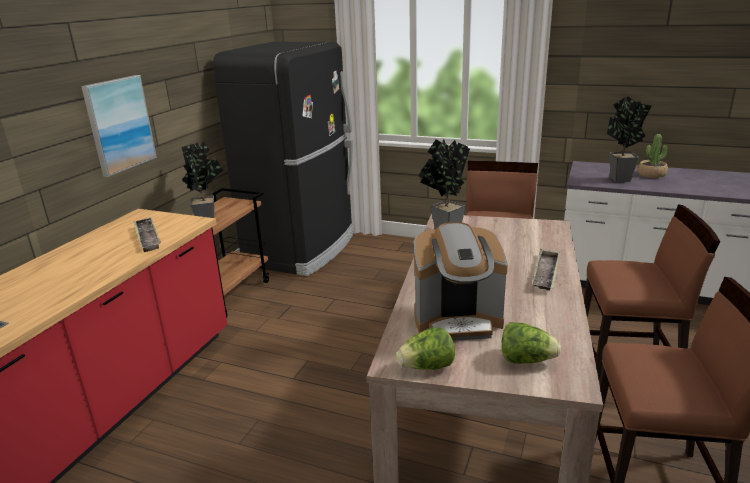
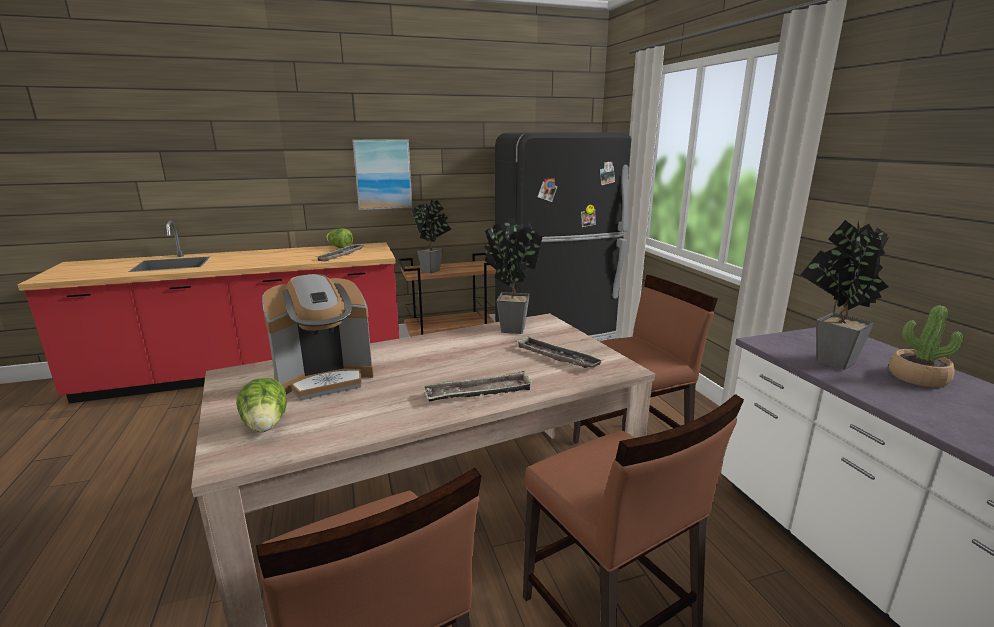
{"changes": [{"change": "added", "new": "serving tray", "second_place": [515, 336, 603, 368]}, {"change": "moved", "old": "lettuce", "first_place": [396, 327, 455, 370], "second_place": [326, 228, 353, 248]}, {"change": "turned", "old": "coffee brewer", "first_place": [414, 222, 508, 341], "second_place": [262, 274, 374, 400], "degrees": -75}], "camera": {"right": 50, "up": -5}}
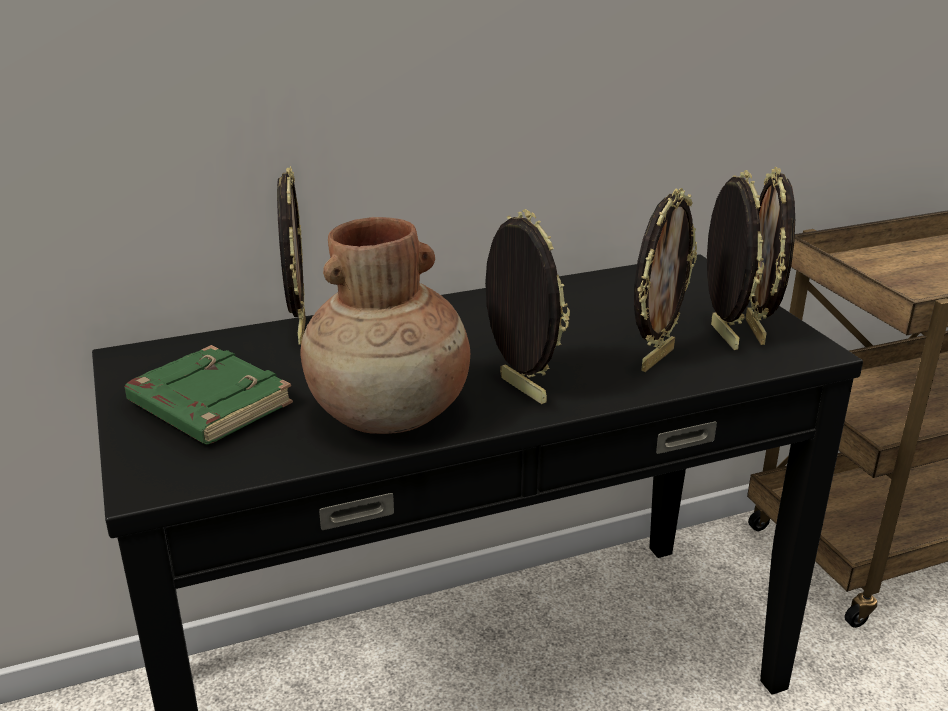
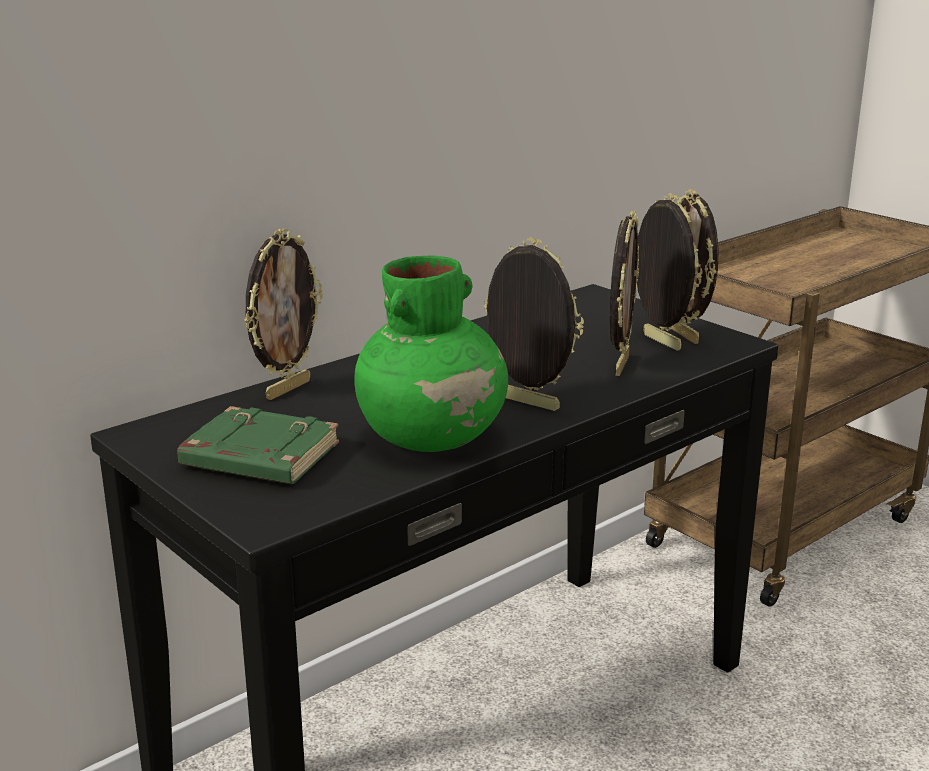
{"changes": [{"change": "recoloured", "old": "decorative vase (brown)", "new": "decorative vase (green)", "first_place": [300, 217, 470, 434], "second_place": [354, 256, 508, 452]}, {"change": "turned", "old": "picture frame", "first_place": [277, 166, 306, 345], "second_place": [244, 228, 323, 400], "degrees": 60}], "camera": {"right": -20, "up": -5}}
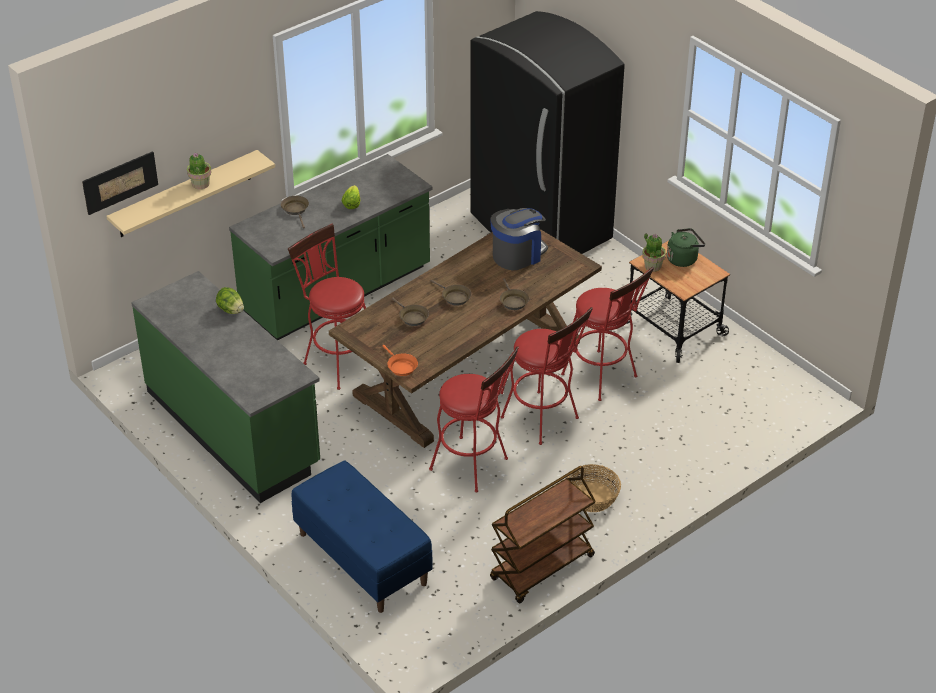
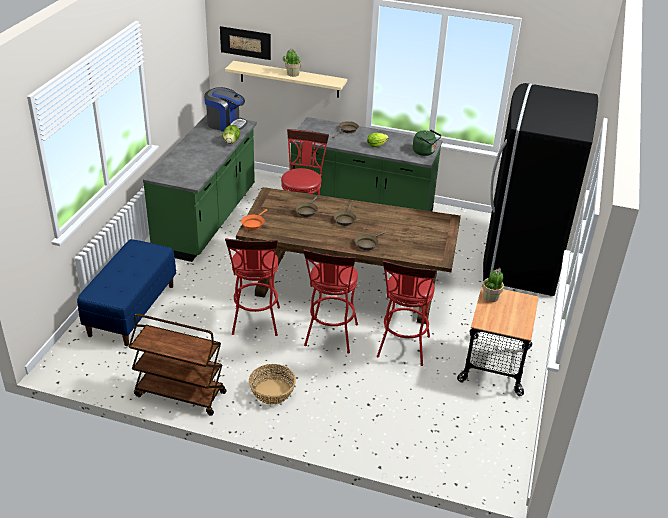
{"changes": [{"change": "moved", "old": "coffee brewer", "first_place": [490, 208, 548, 270], "second_place": [204, 87, 248, 132]}, {"change": "moved", "old": "tea kettle (green)", "first_place": [667, 228, 705, 267], "second_place": [413, 129, 441, 156]}], "camera": {"right": 55, "up": -5}}
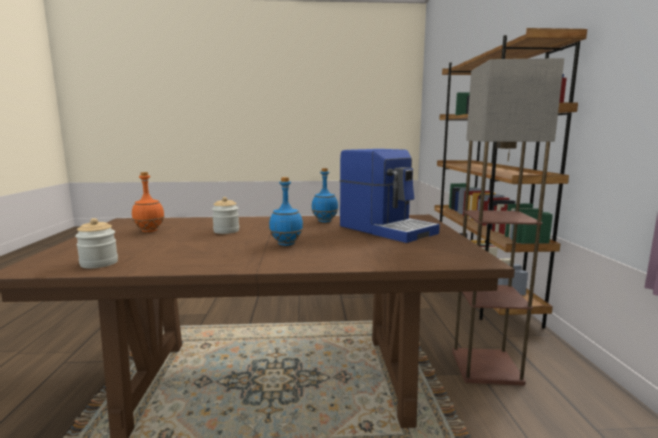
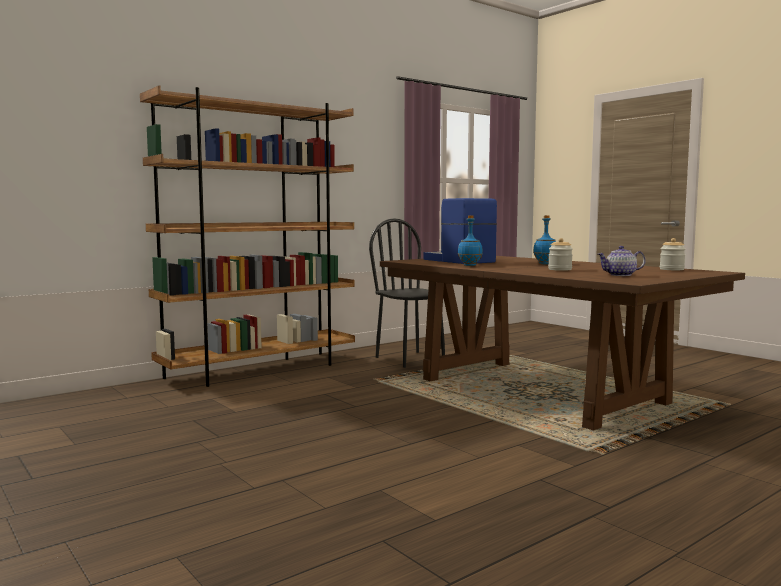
{"changes": [{"change": "replaced", "old": "beverage bottle (orange)", "new": "pot for tea", "first_place": [132, 172, 165, 232], "second_place": [598, 246, 646, 276]}, {"change": "replaced", "old": "standing lamp", "new": "upright chair (black)", "first_place": [452, 58, 564, 386], "second_place": [369, 218, 445, 368]}, {"change": "turned", "old": "coffee brewer", "first_place": [340, 149, 440, 243], "second_place": [424, 198, 497, 264], "degrees": -45}], "camera": {"right": -125, "up": -5}}
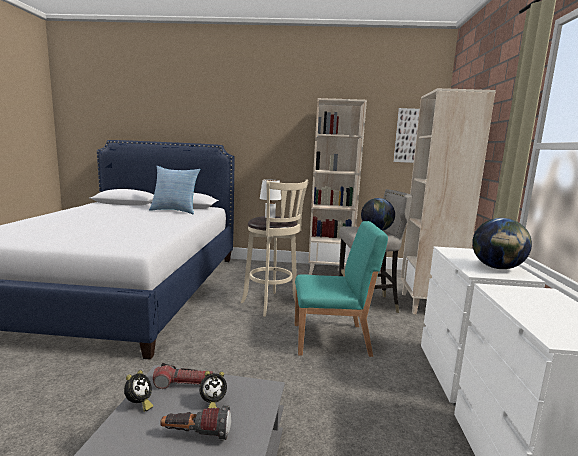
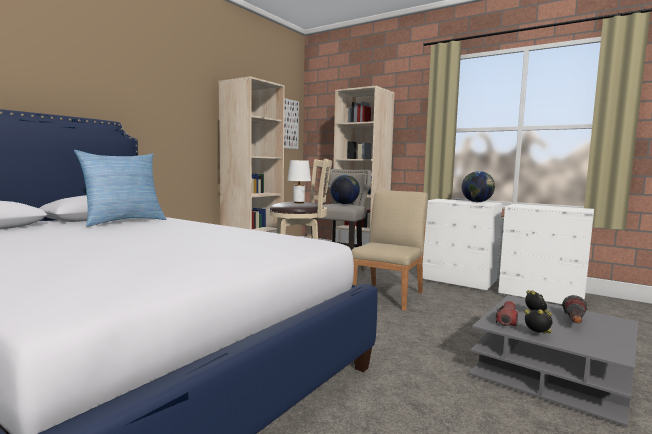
{"changes": [{"change": "recoloured", "old": "upright chair (blue-green)", "new": "upright chair (beige)", "first_place": [295, 221, 388, 357], "second_place": [351, 190, 428, 311]}], "camera": {"right": -60, "up": -5}}
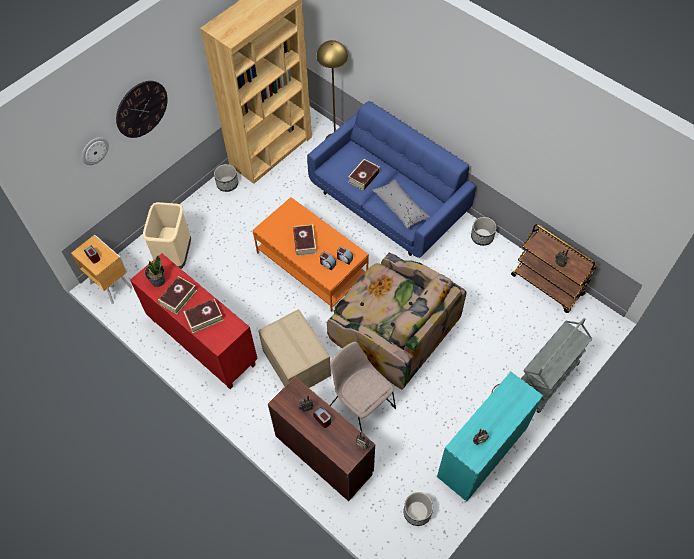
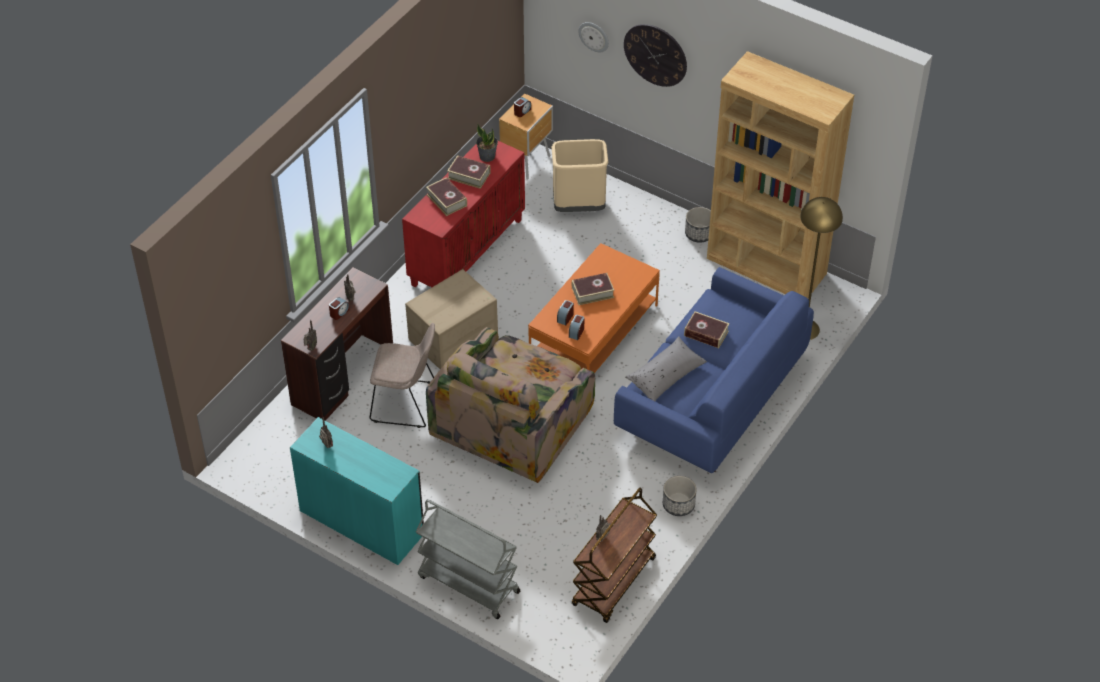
{"changes": [{"change": "removed", "old": "plant pot", "first_place": [403, 492, 433, 526]}, {"change": "turned", "old": "upright chair (beige)", "first_place": [330, 342, 396, 432], "second_place": [369, 323, 435, 428], "degrees": 60}], "camera": {"right": 80, "up": -10}}
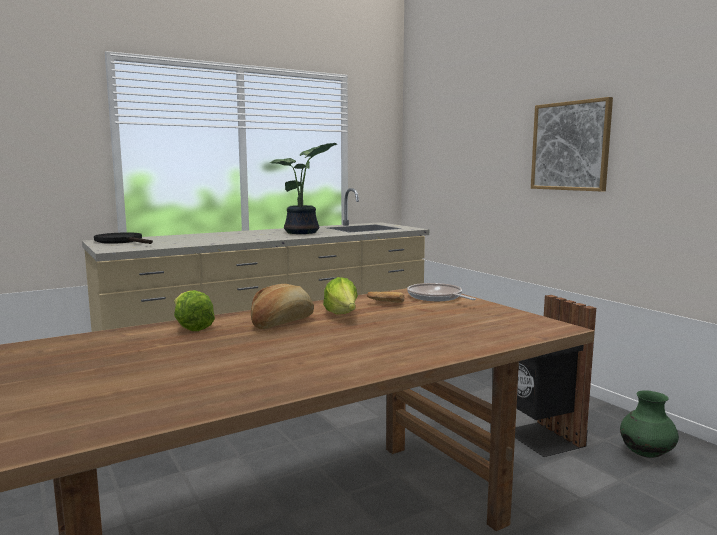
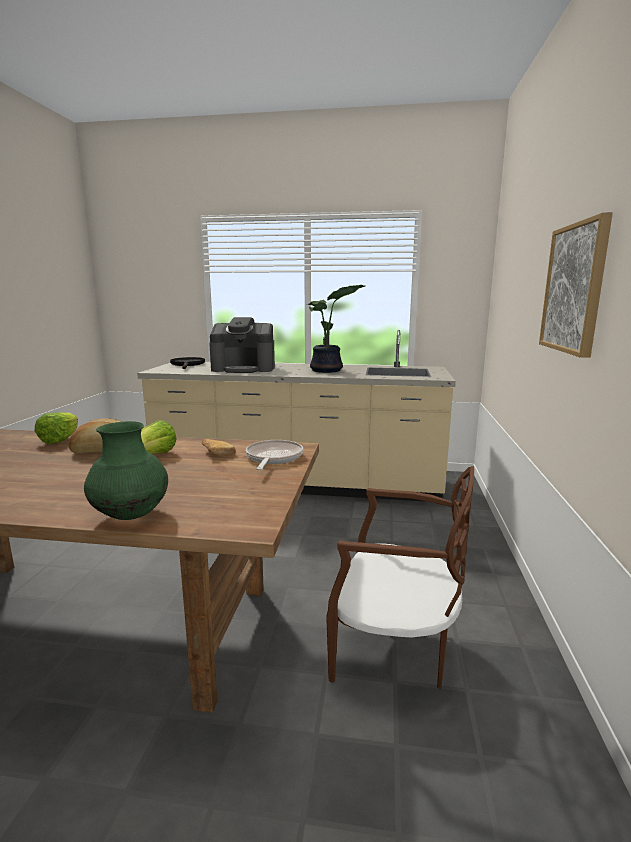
{"changes": [{"change": "added", "new": "coffee brewer", "second_place": [209, 317, 275, 373]}, {"change": "moved", "old": "decorative vase (green)", "first_place": [620, 390, 679, 458], "second_place": [84, 421, 168, 520]}, {"change": "replaced", "old": "trash can (black)", "new": "upright chair (brown)", "first_place": [515, 295, 596, 457], "second_place": [326, 466, 474, 689]}], "camera": {"right": 40, "up": 5}}
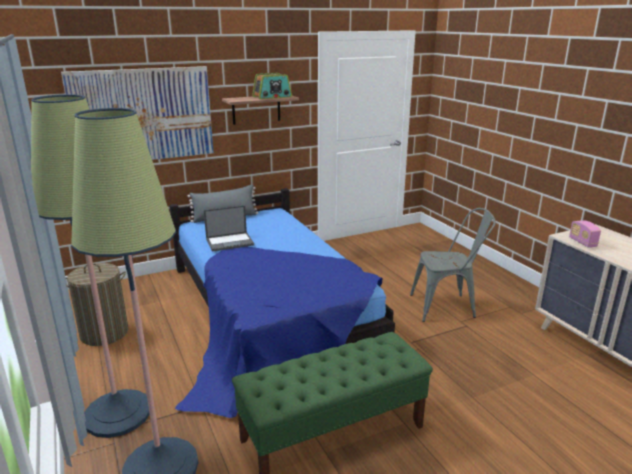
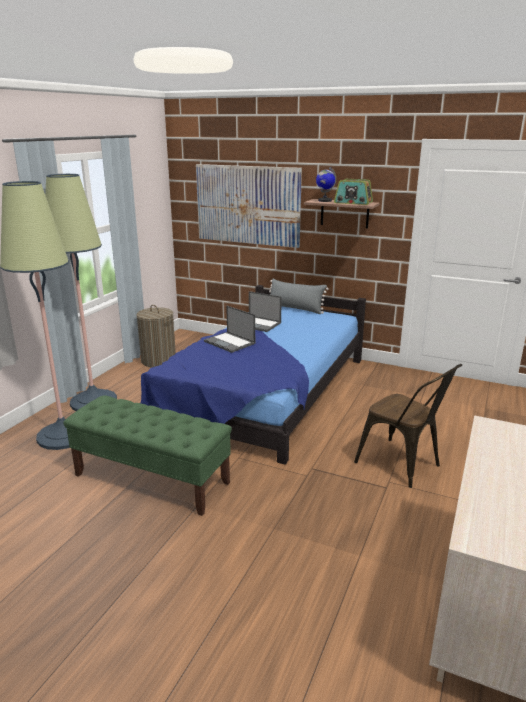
{"changes": [{"change": "removed", "old": "radio", "first_place": [569, 220, 601, 248]}, {"change": "added", "new": "laptop", "second_place": [204, 306, 255, 353]}, {"change": "added", "new": "globe", "second_place": [316, 167, 336, 202]}, {"change": "recoloured", "old": "upright chair (gray)", "new": "upright chair (brown)", "first_place": [410, 208, 496, 322], "second_place": [354, 364, 462, 488]}], "camera": {"right": 50, "up": 0}}
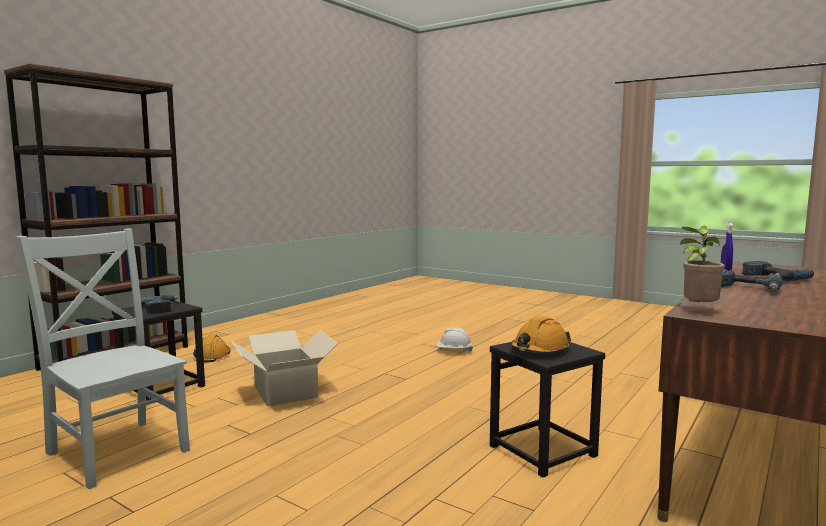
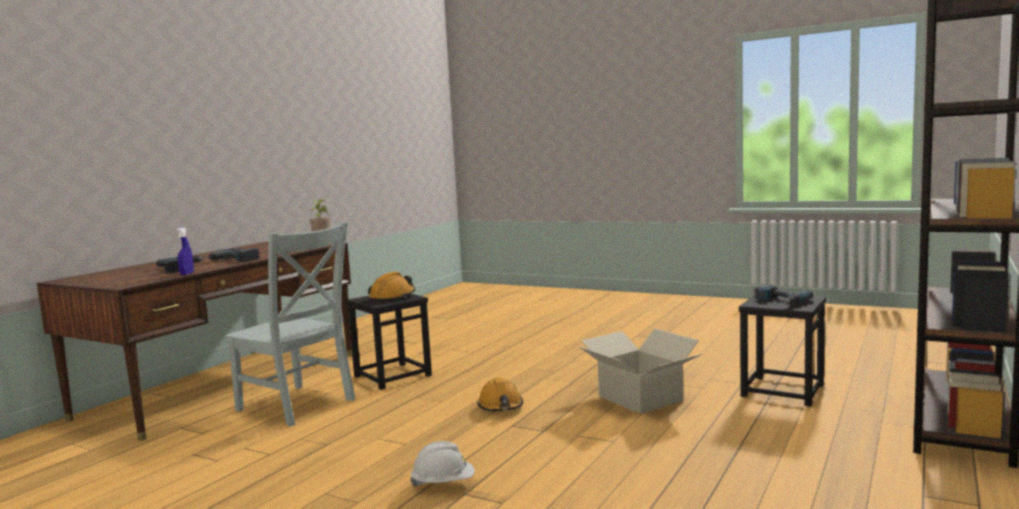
{"changes": [{"change": "moved", "old": "upright chair (gray)", "first_place": [15, 228, 190, 489], "second_place": [225, 222, 355, 427]}, {"change": "moved", "old": "hard hat (orange)", "first_place": [193, 334, 230, 362], "second_place": [477, 377, 523, 411]}], "camera": {"right": 175, "up": 0}}
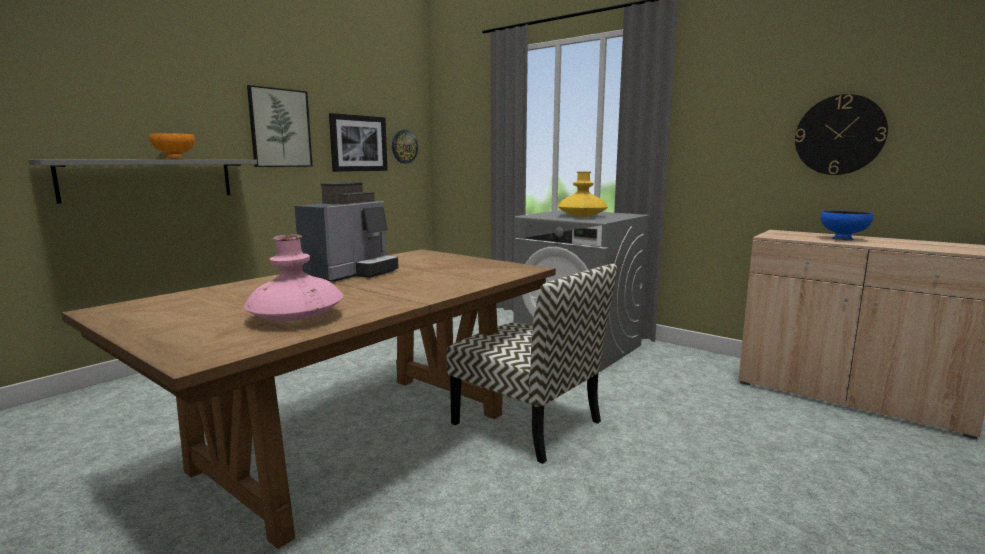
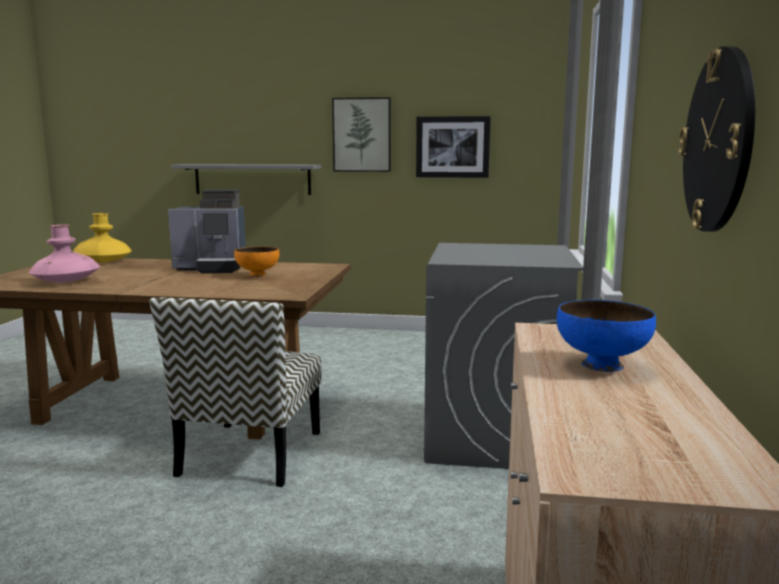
{"changes": [{"change": "removed", "old": "clock on the wall", "first_place": [392, 130, 418, 164]}, {"change": "moved", "old": "deep dish (orange)", "first_place": [149, 133, 195, 159], "second_place": [234, 246, 280, 278]}, {"change": "moved", "old": "decorative vase (yellow-coloured)", "first_place": [557, 171, 608, 217], "second_place": [73, 213, 132, 263]}], "camera": {"right": 60, "up": 0}}
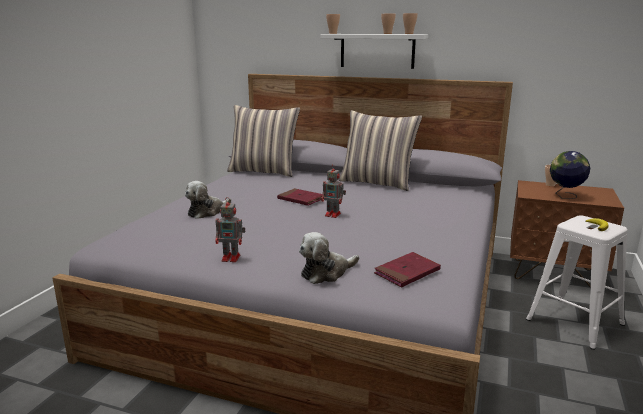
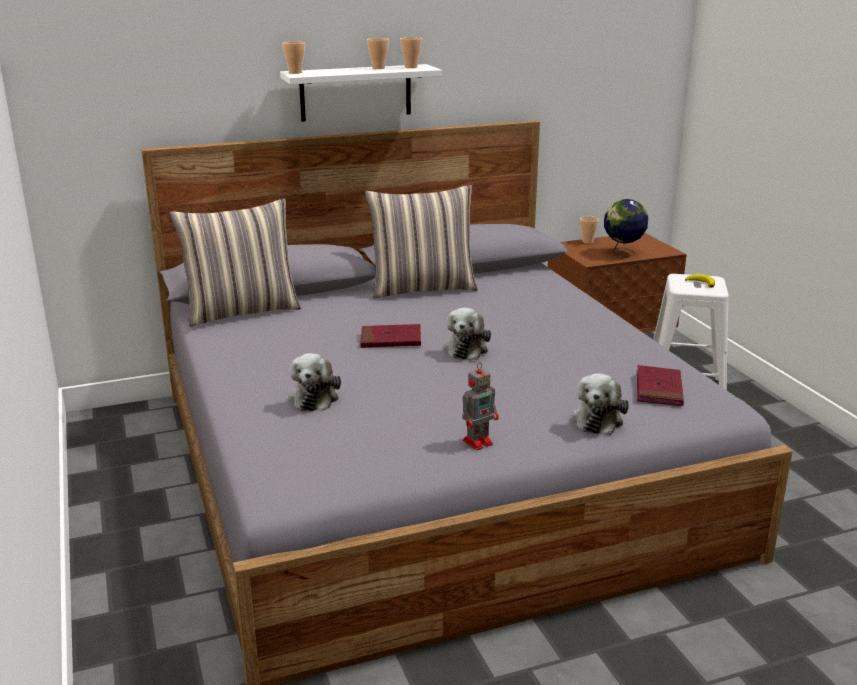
{"changes": [{"change": "replaced", "old": "robot figure", "new": "cuddly toy", "first_place": [321, 164, 346, 218], "second_place": [444, 308, 491, 360]}], "camera": {"right": -40, "up": 5}}
